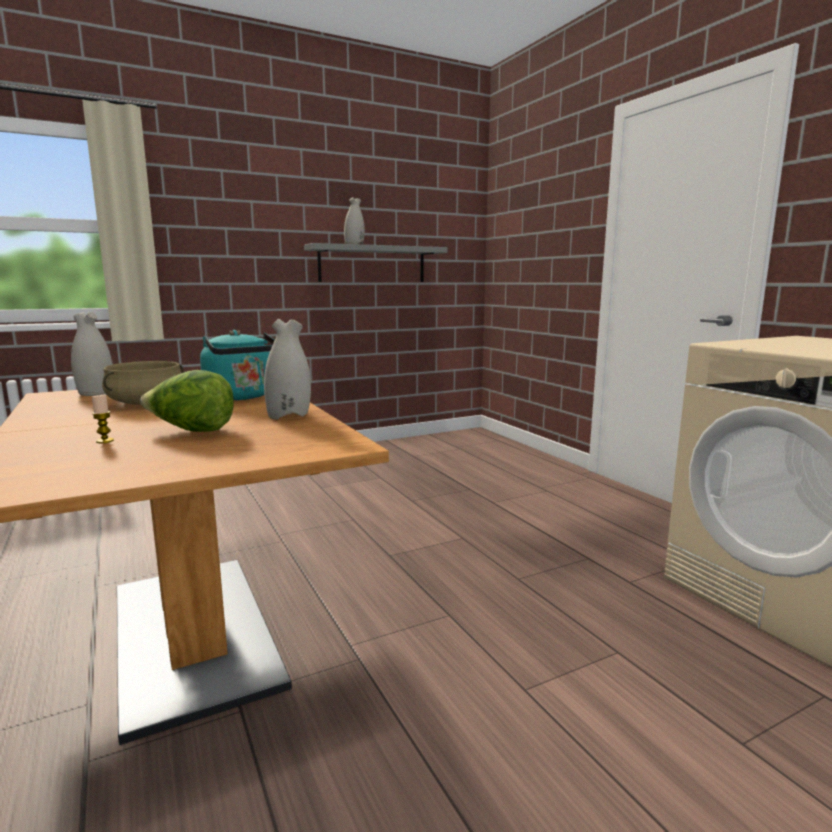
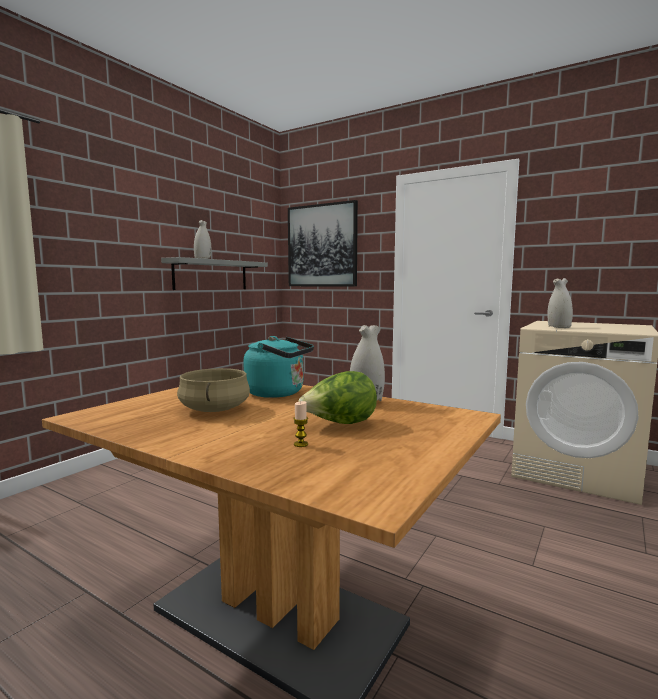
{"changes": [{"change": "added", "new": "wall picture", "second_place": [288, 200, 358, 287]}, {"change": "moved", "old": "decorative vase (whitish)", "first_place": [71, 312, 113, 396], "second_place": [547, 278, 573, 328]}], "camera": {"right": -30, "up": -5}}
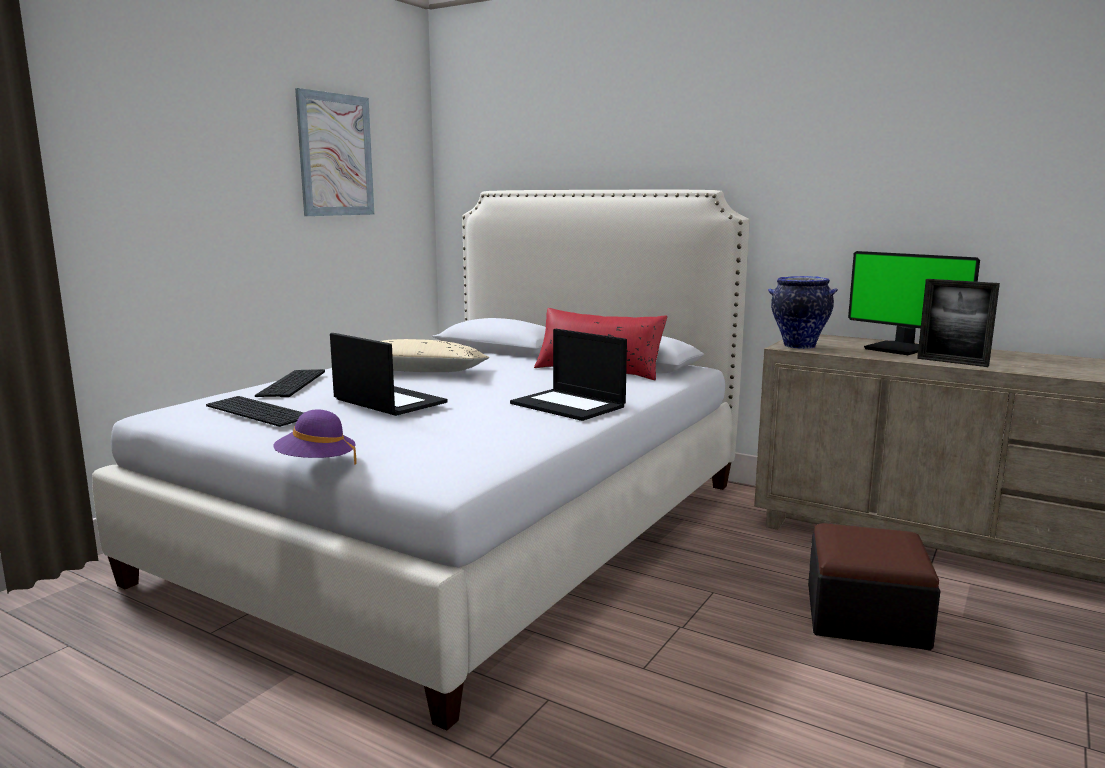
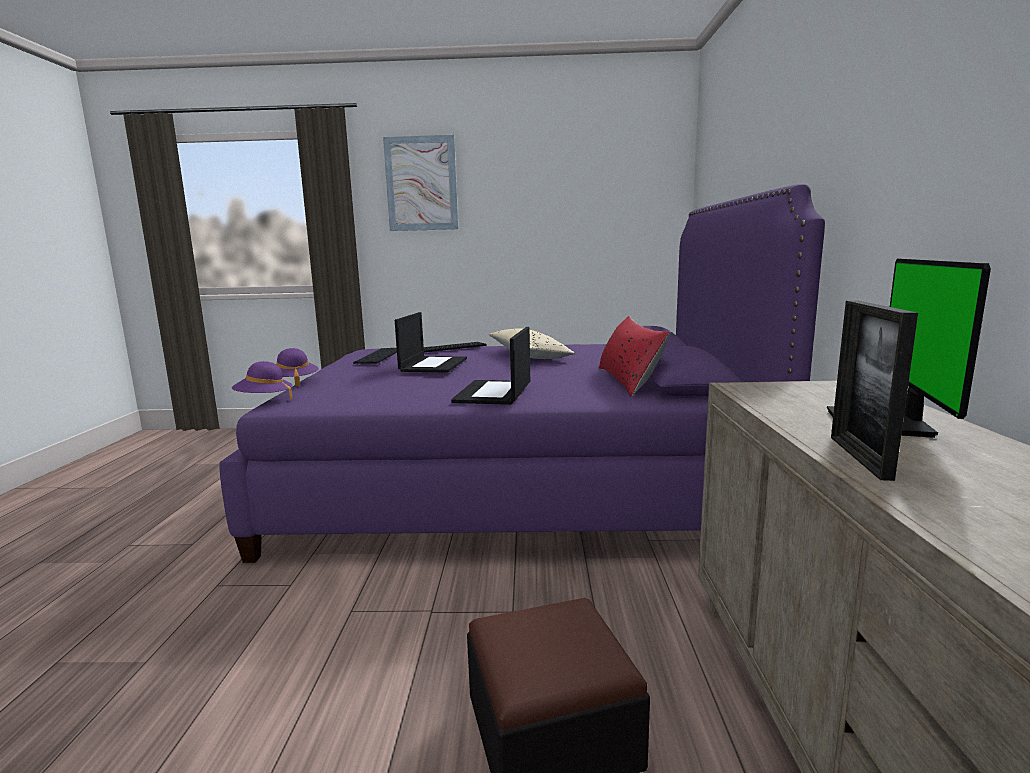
{"changes": [{"change": "removed", "old": "decorative vase", "first_place": [768, 276, 838, 349]}, {"change": "added", "new": "wearable hat (purplish)", "second_place": [232, 361, 292, 400]}, {"change": "moved", "old": "wall picture", "first_place": [295, 88, 374, 216], "second_place": [383, 135, 459, 231]}, {"change": "recoloured", "old": "bed (whitish)", "new": "bed (purplish)", "first_place": [92, 190, 750, 731], "second_place": [219, 184, 825, 563]}], "camera": {"right": 60, "up": 0}}
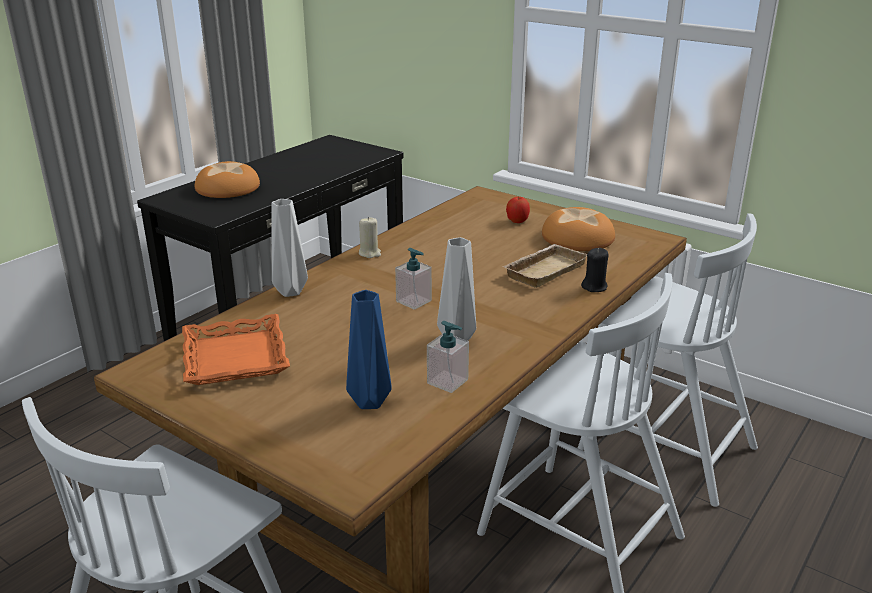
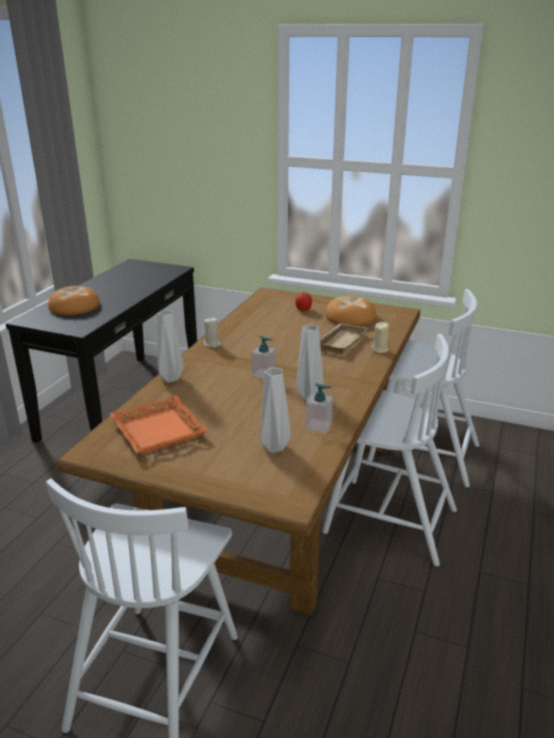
{"changes": [{"change": "recoloured", "old": "decorative vase (blue)", "new": "decorative vase (gray)", "first_place": [346, 290, 392, 409], "second_place": [260, 368, 291, 453]}, {"change": "recoloured", "old": "wax candle (black)", "new": "wax candle (beige)", "first_place": [581, 248, 608, 292], "second_place": [371, 322, 389, 353]}], "camera": {"right": -15, "up": 0}}
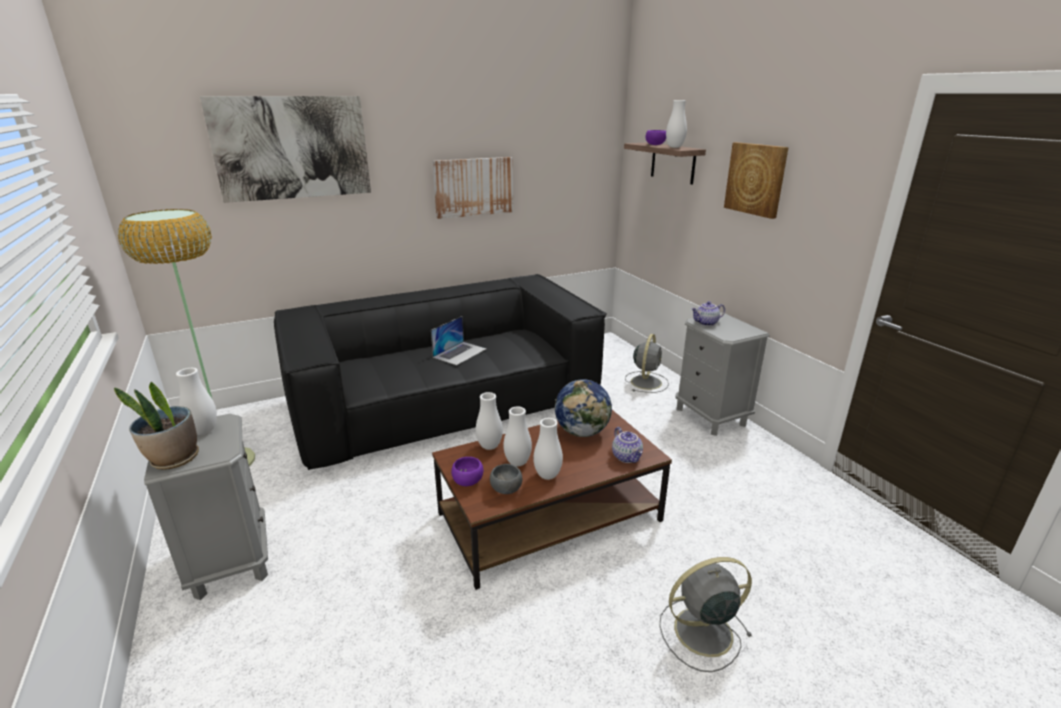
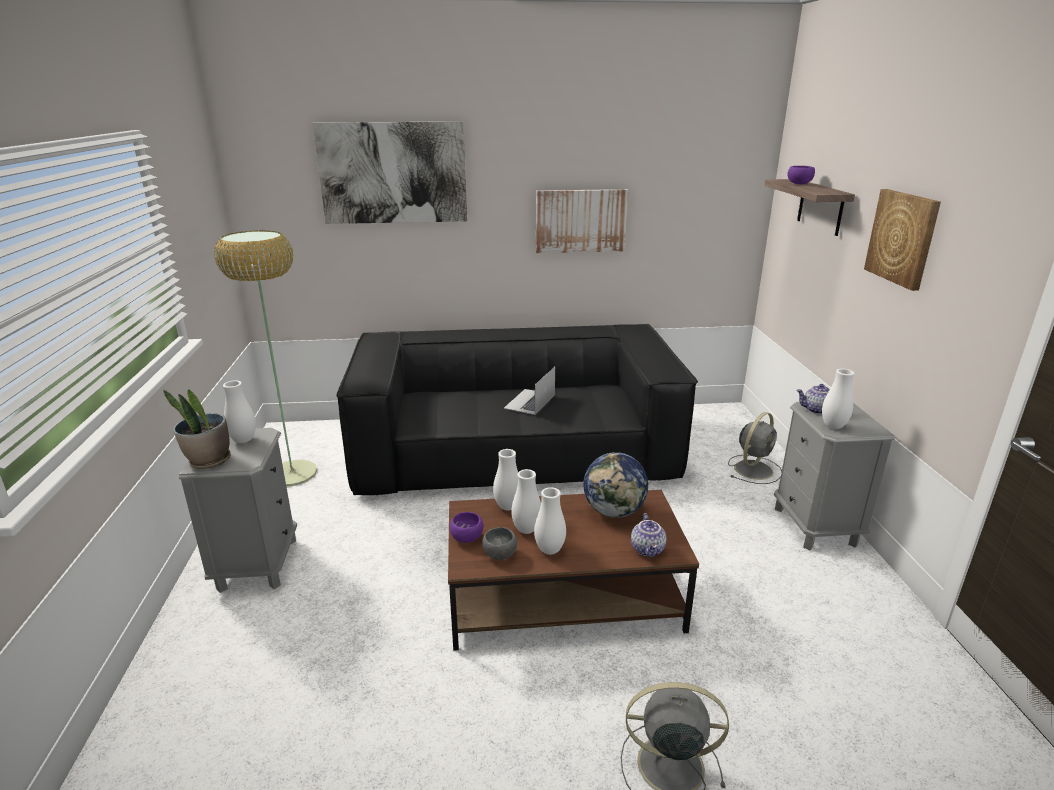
{"changes": [{"change": "moved", "old": "decorative vase (whitish)", "first_place": [666, 100, 687, 148], "second_place": [822, 369, 855, 429]}, {"change": "turned", "old": "laptop", "first_place": [431, 316, 486, 365], "second_place": [504, 367, 555, 415], "degrees": 150}], "camera": {"right": 20, "up": 0}}
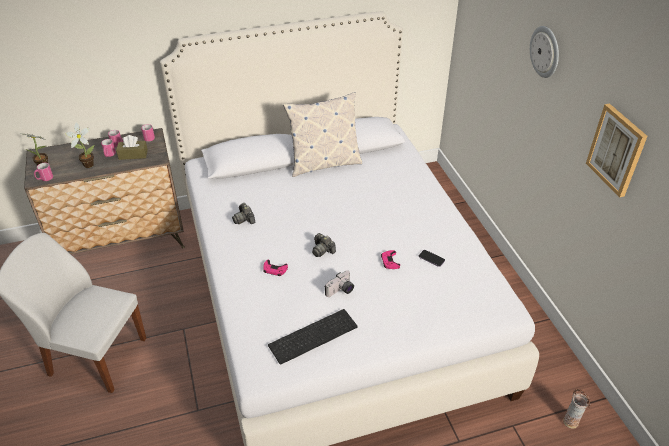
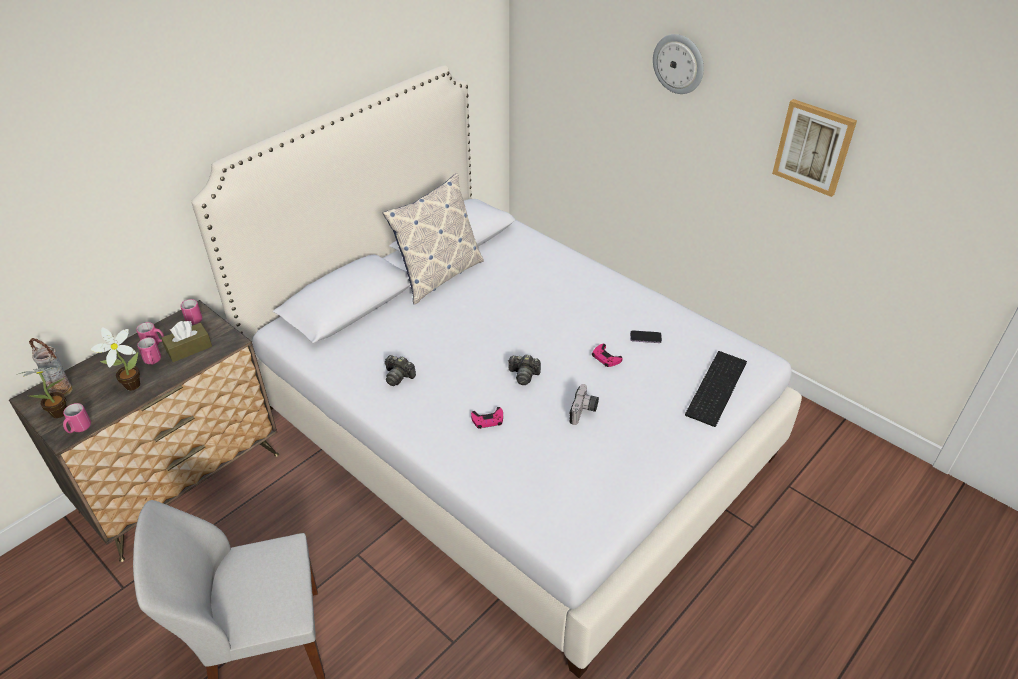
{"changes": [{"change": "moved", "old": "computer keyboard", "first_place": [268, 309, 358, 365], "second_place": [685, 351, 747, 427]}, {"change": "moved", "old": "decorative vase", "first_place": [563, 389, 590, 429], "second_place": [29, 338, 72, 396]}], "camera": {"right": -30, "up": 0}}
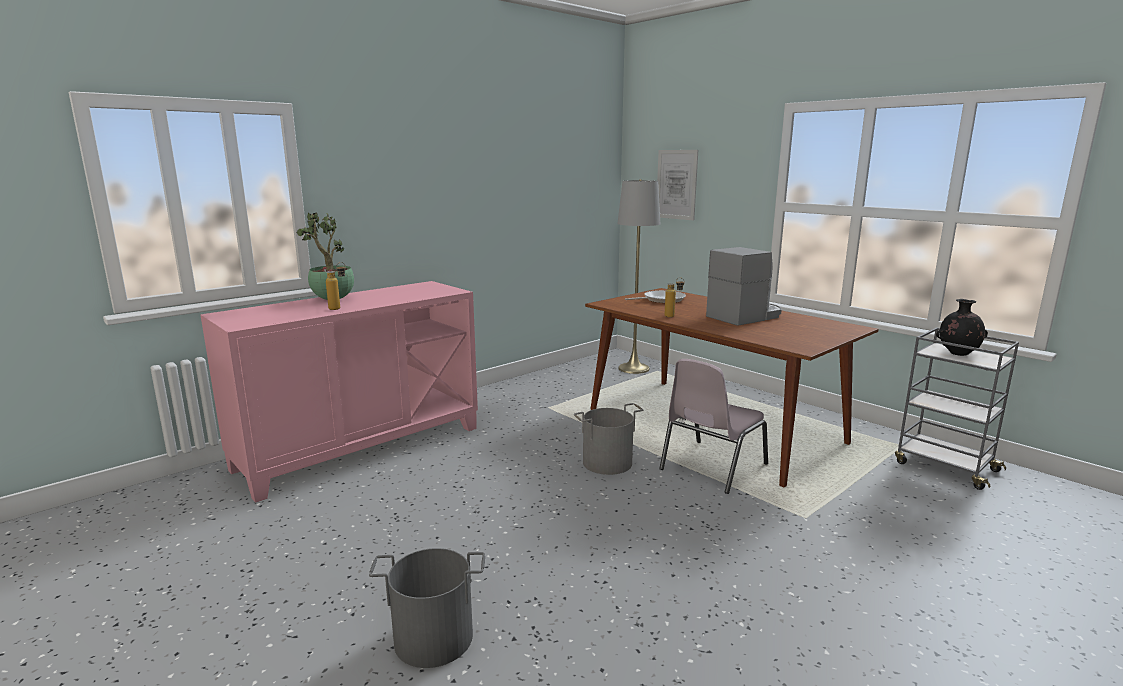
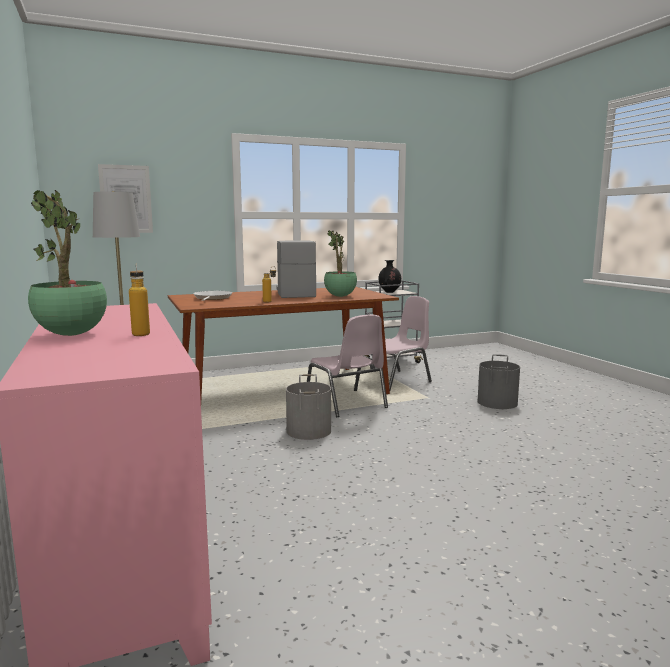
{"changes": [{"change": "added", "new": "houseplant", "second_place": [324, 231, 357, 297]}, {"change": "added", "new": "upright chair (pink)", "second_place": [355, 296, 432, 391]}, {"change": "moved", "old": "pail (gray)", "first_place": [369, 548, 485, 668], "second_place": [478, 354, 520, 409]}], "camera": {"right": -70, "up": -5}}
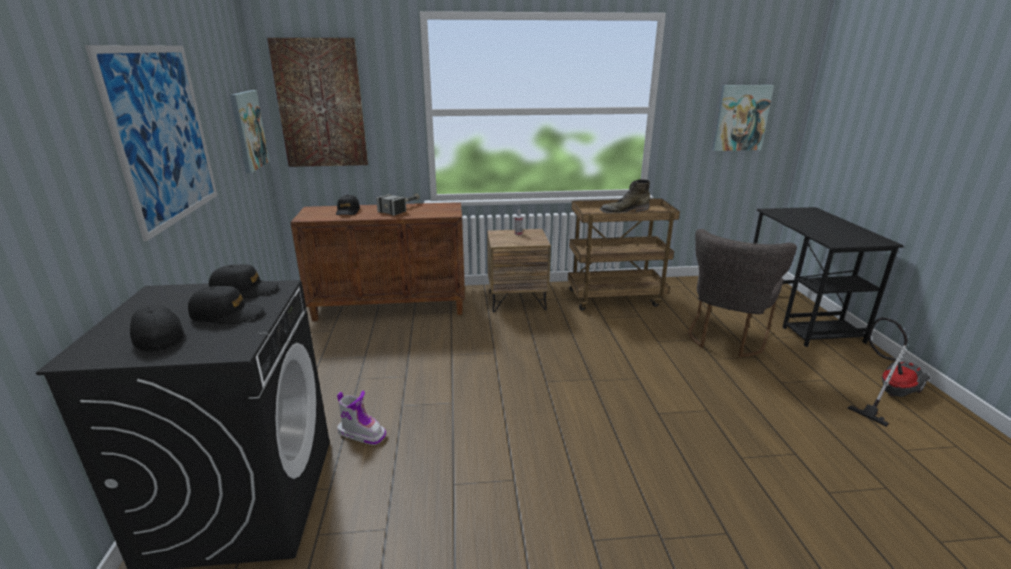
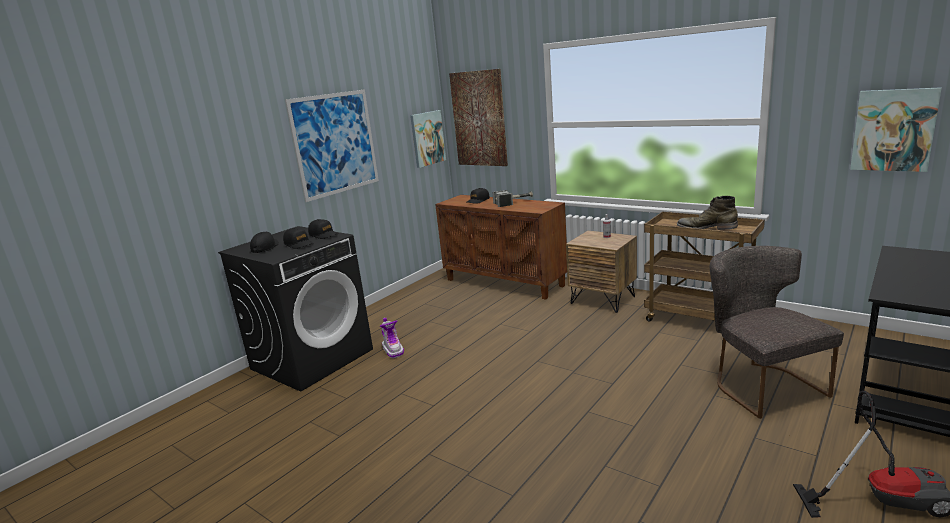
{"changes": [{"change": "turned", "old": "upright chair (gray)", "first_place": [688, 229, 797, 358], "second_place": [710, 246, 844, 419], "degrees": 90}], "camera": {"right": 45, "up": -5}}
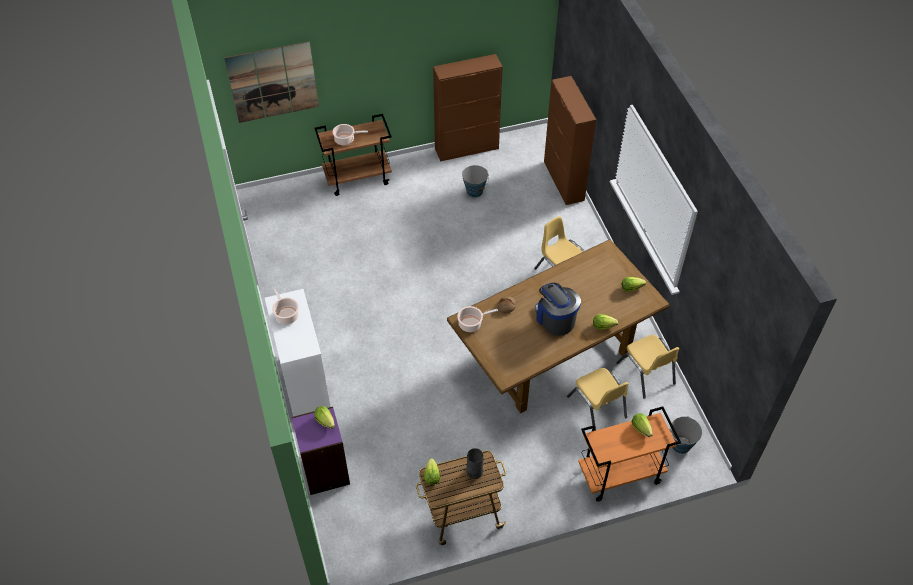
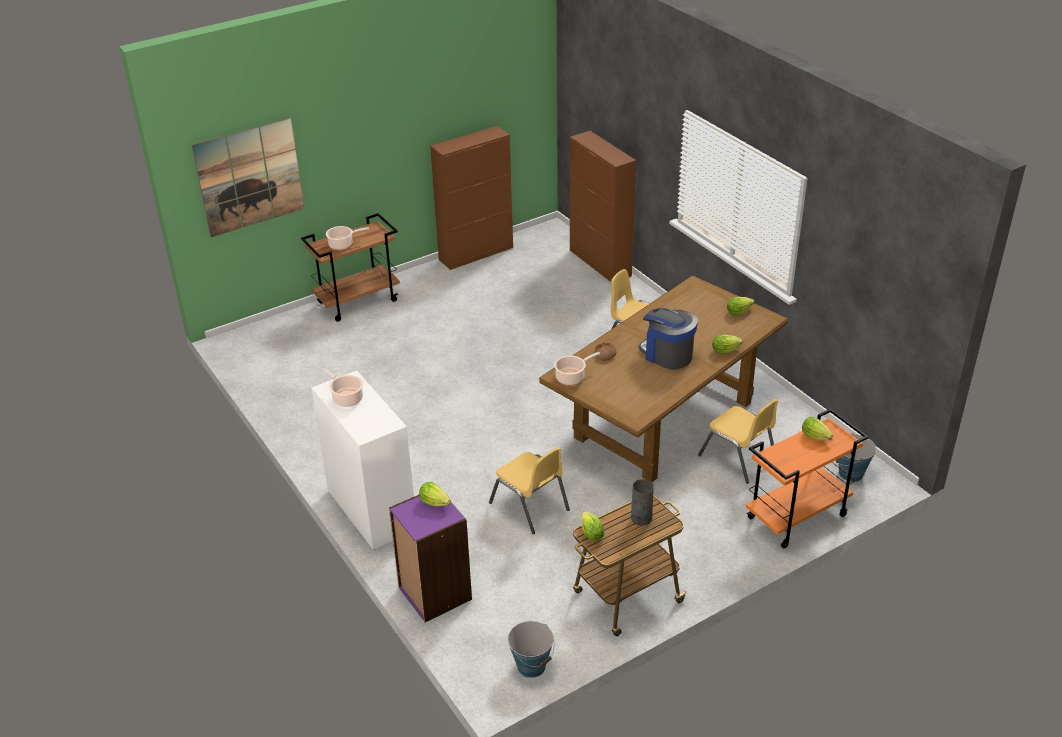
{"changes": [{"change": "moved", "old": "pail", "first_place": [462, 165, 489, 198], "second_place": [508, 621, 555, 678]}, {"change": "moved", "old": "upright chair (yellow-coloured)", "first_place": [616, 335, 679, 399], "second_place": [489, 447, 570, 534]}], "camera": {"right": -15, "up": -15}}
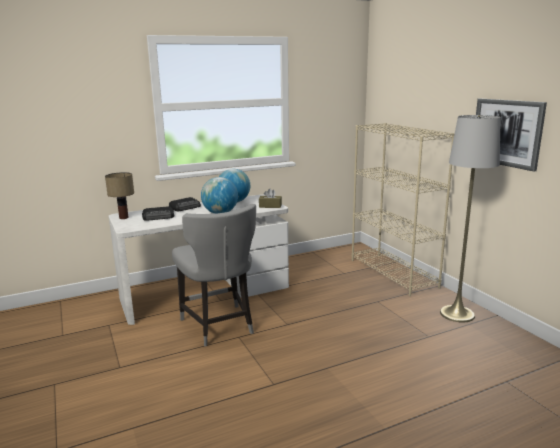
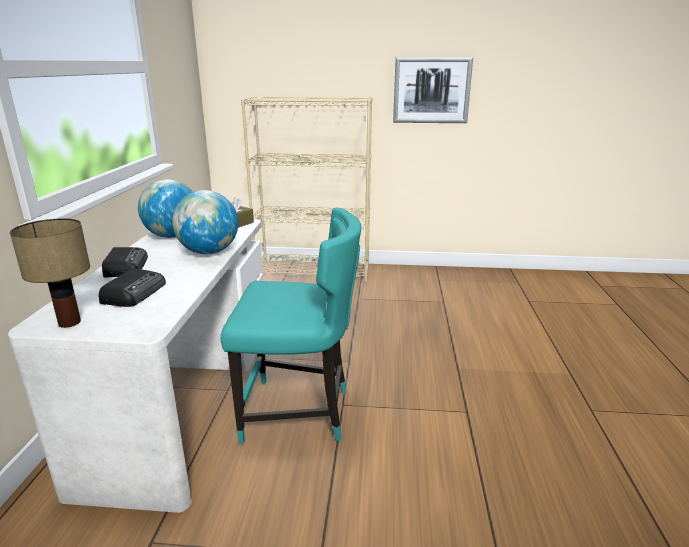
{"changes": [{"change": "removed", "old": "standing lamp (gray)", "first_place": [440, 115, 501, 322]}, {"change": "recoloured", "old": "upright chair (gray)", "new": "upright chair (blue-green)", "first_place": [172, 204, 256, 346], "second_place": [221, 207, 361, 444]}], "camera": {"right": -60, "up": 5}}
